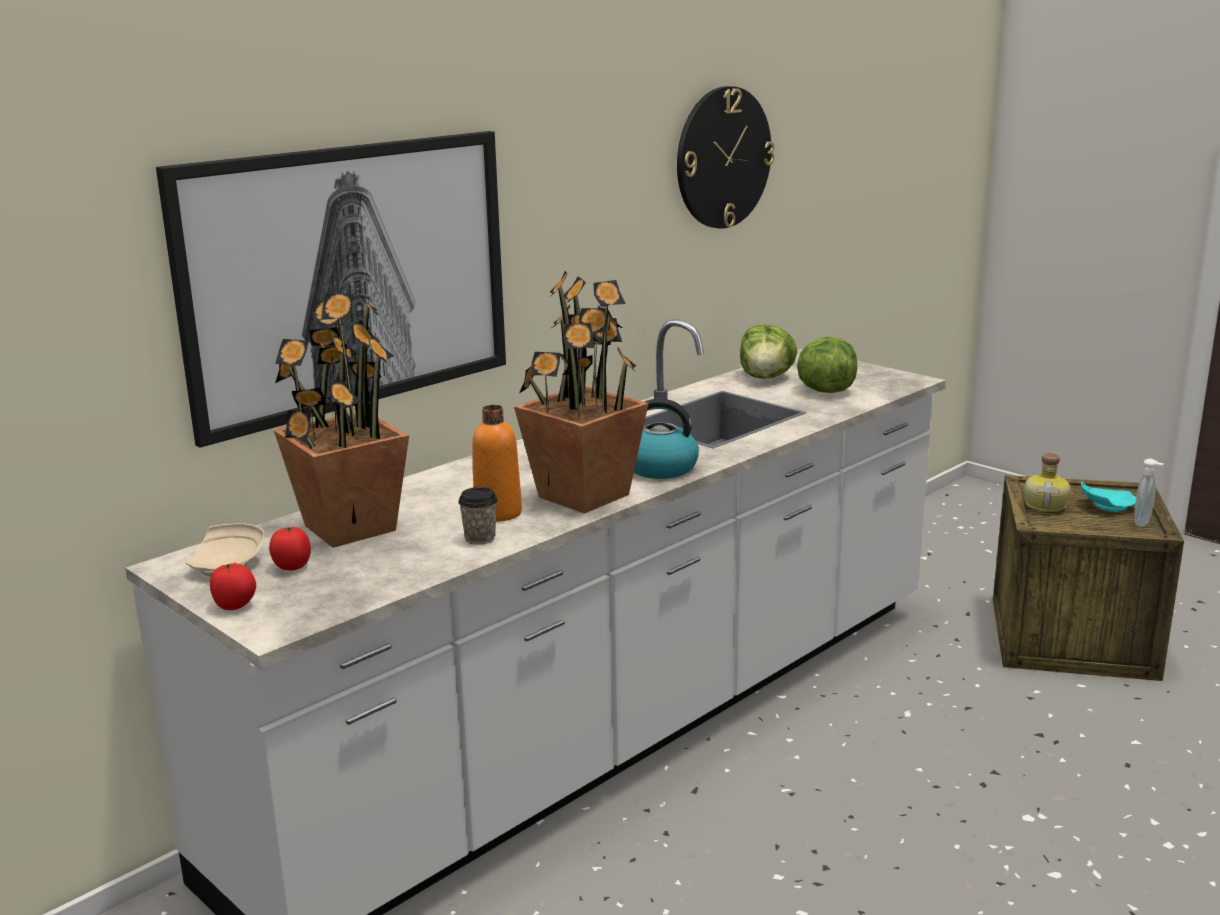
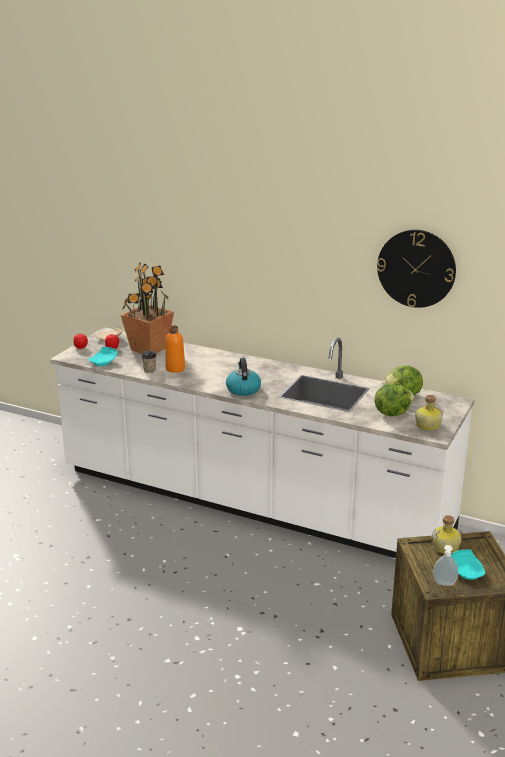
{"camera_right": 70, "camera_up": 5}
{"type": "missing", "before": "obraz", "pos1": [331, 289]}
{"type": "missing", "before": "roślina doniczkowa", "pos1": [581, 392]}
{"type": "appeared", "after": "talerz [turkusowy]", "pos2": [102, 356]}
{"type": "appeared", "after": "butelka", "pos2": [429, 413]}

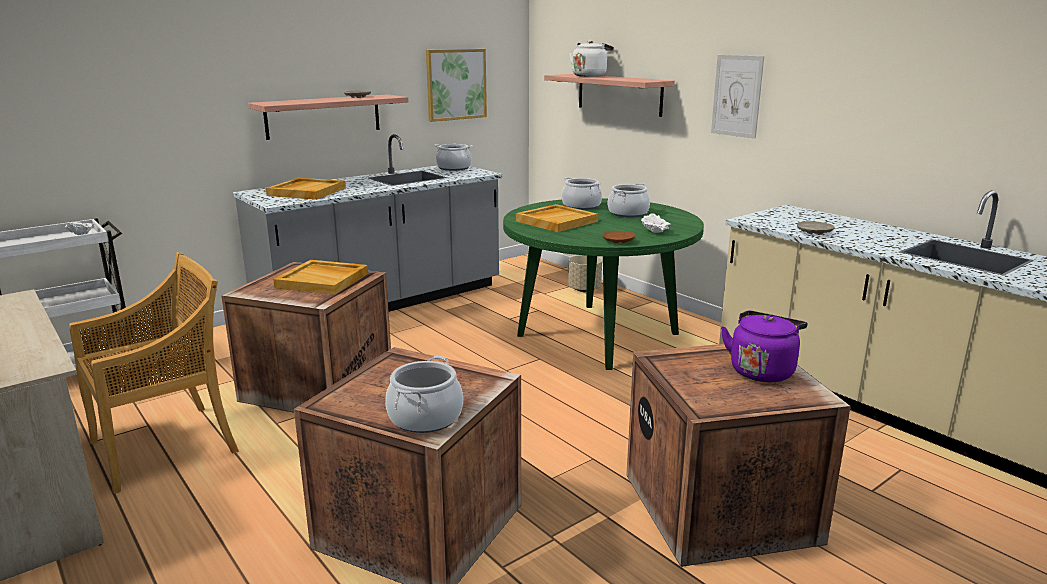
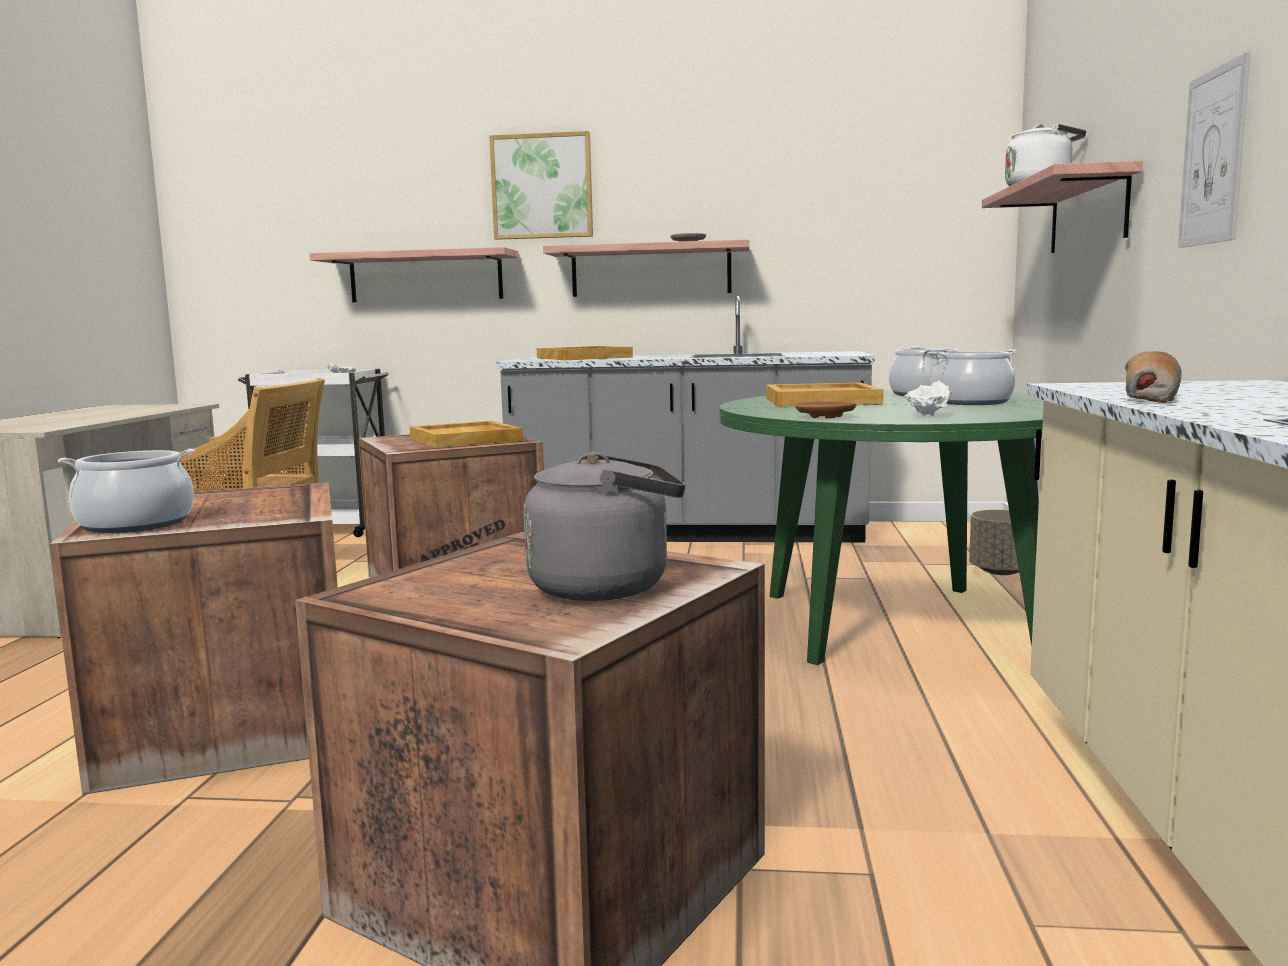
{"camera_right": 45, "camera_up": -10}
{"type": "missing", "before": "garnek", "pos1": [453, 157]}
{"type": "appeared", "after": "półka", "pos2": [413, 274]}
{"type": "relocated", "before": "obraz", "pos1": [456, 85], "pos2": [541, 185]}
{"type": "exchanged", "before": "talerz [beżowy]", "after": "chleb", "pos1": [815, 228], "pos2": [1153, 377]}
{"type": "colour", "before": "czajnik [fioletowy]", "after": "czajnik [szary]", "pos1": [764, 346], "pos2": [604, 526]}

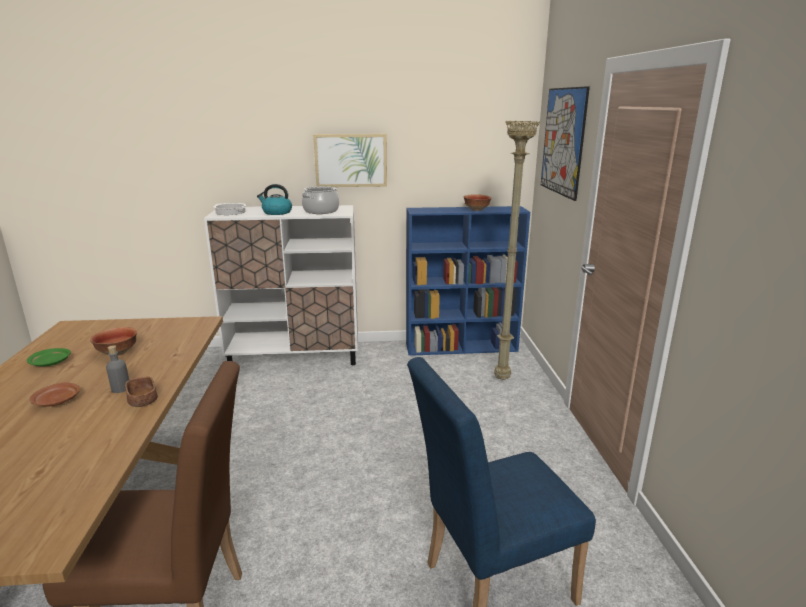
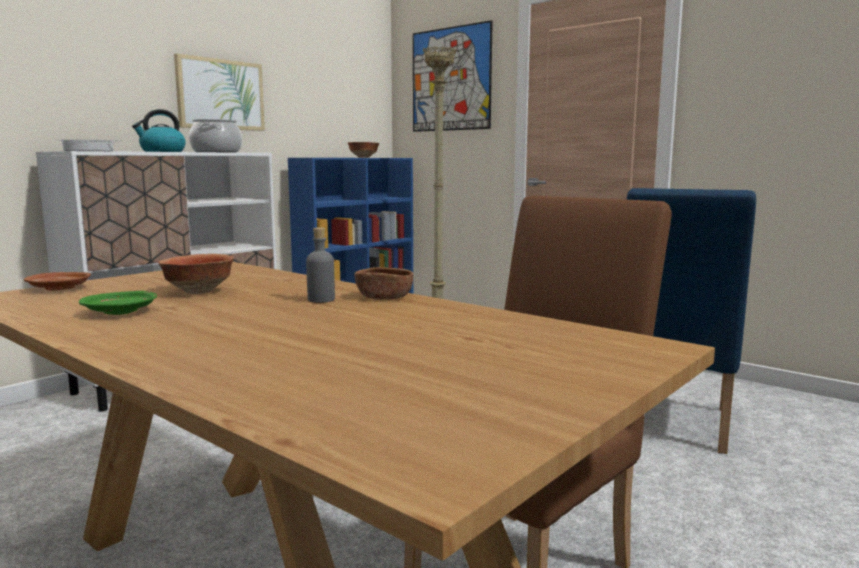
{"camera_right": -45, "camera_up": -10}
{"type": "relocated", "before": "talerz [brązowy]", "pos1": [55, 394], "pos2": [57, 281]}

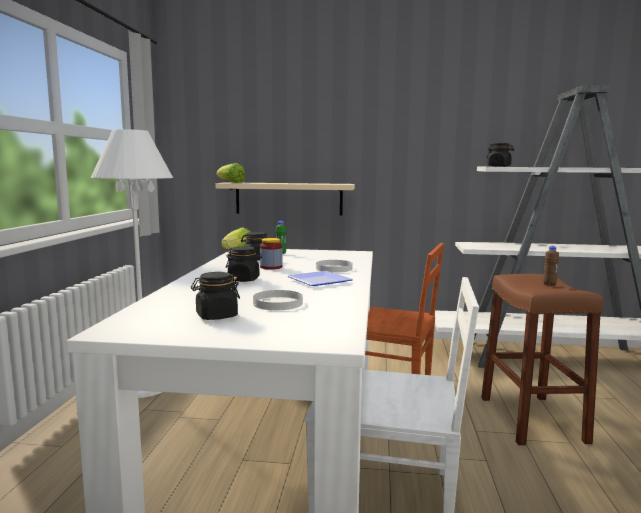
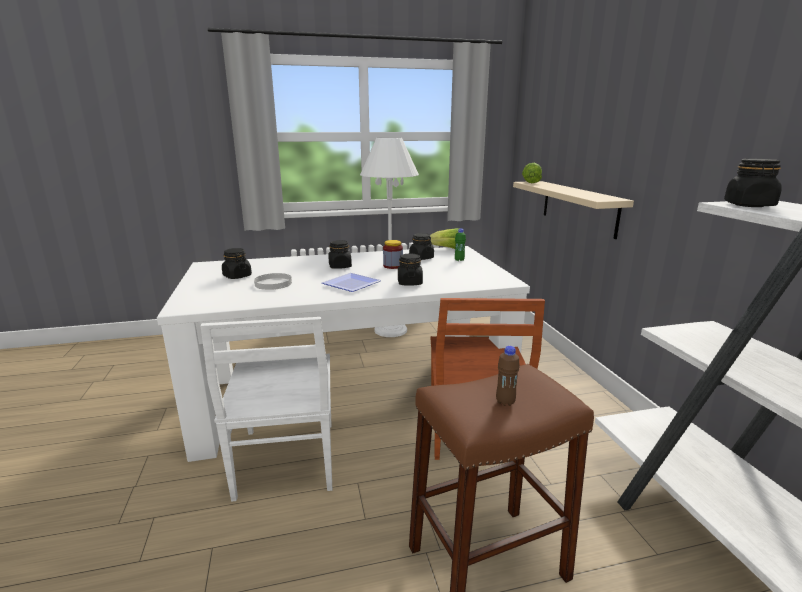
{"camera_right": 70, "camera_up": 10}
{"type": "exchanged", "before": "talerz [biały]", "after": "słoik [czarny]", "pos1": [334, 266], "pos2": [410, 269]}

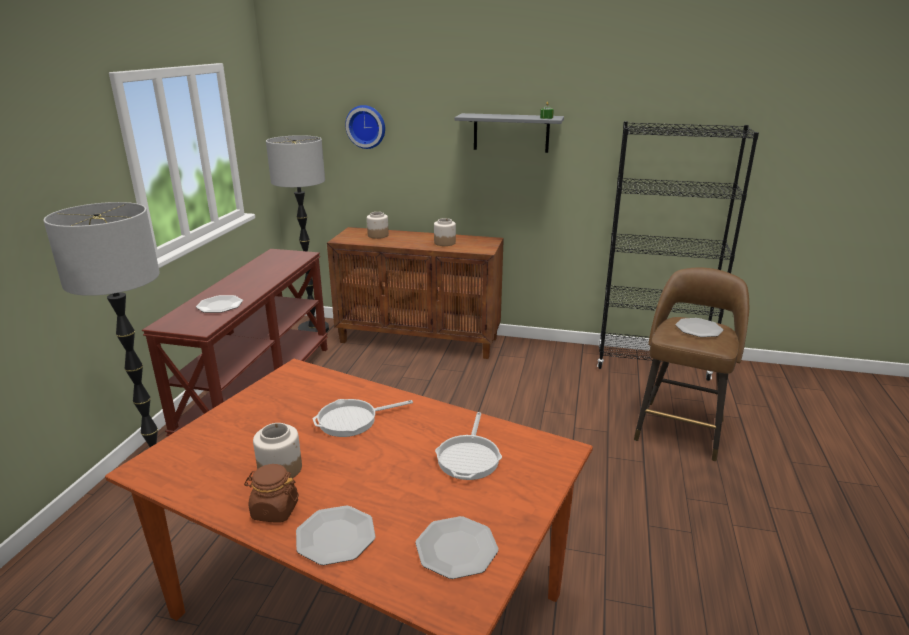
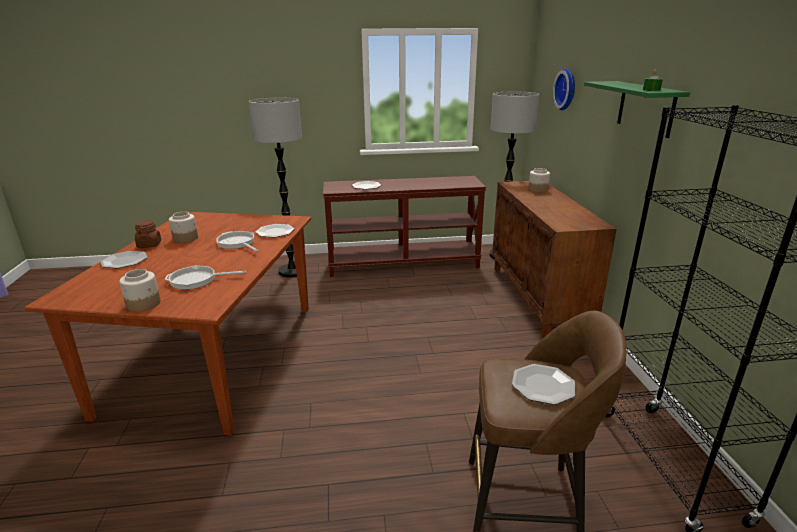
{"camera_right": 70, "camera_up": 0}
{"type": "relocated", "before": "talerz", "pos1": [457, 547], "pos2": [275, 230]}
{"type": "relocated", "before": "słoik", "pos1": [445, 232], "pos2": [140, 290]}
{"type": "colour", "before": "półka [szary]", "after": "półka [zielony]", "pos1": [509, 133], "pos2": [637, 109]}

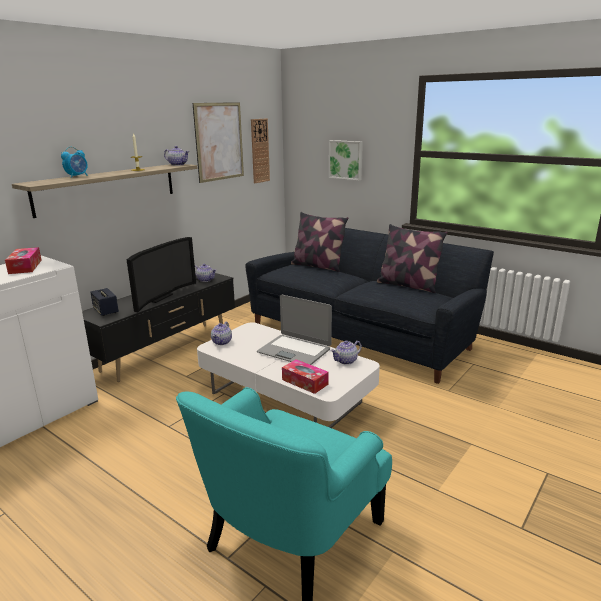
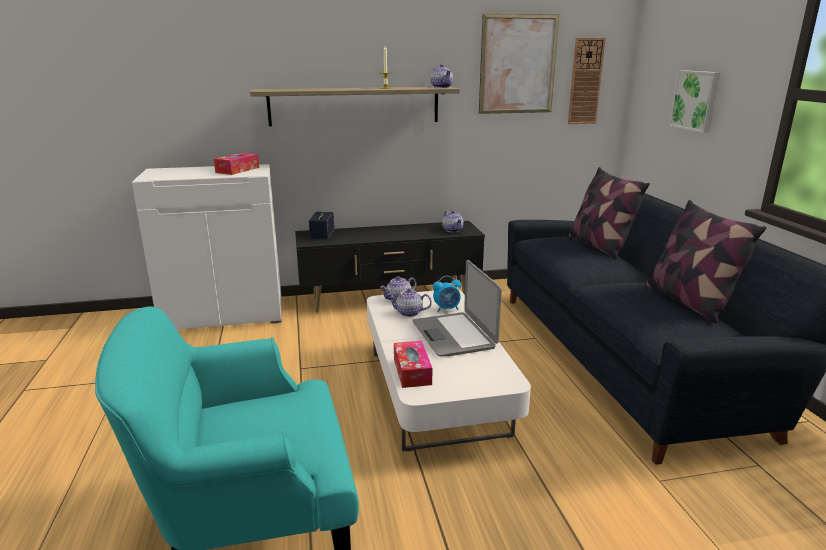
{"camera_right": 40, "camera_up": 0}
{"type": "missing", "before": "telewizor", "pos1": [161, 274]}
{"type": "relocated", "before": "budzik", "pos1": [74, 162], "pos2": [447, 294]}
{"type": "relocated", "before": "imbryk", "pos1": [346, 352], "pos2": [409, 302]}

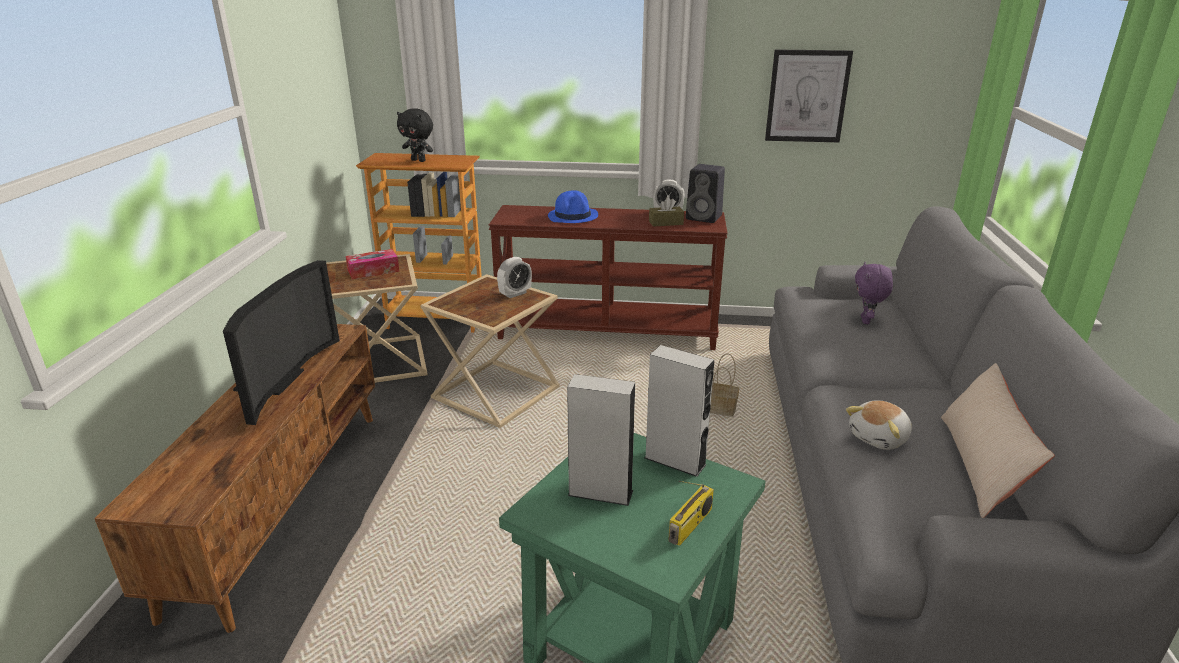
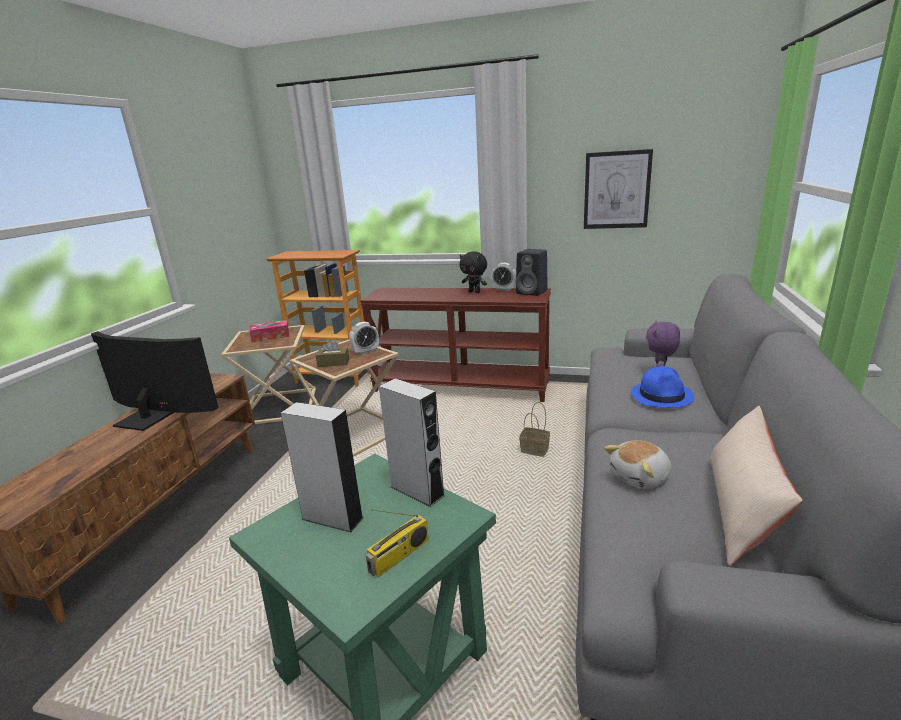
{"camera_right": 10, "camera_up": -5}
{"type": "relocated", "before": "pluszak [czarny]", "pos1": [415, 135], "pos2": [473, 272]}
{"type": "relocated", "before": "kapelusz [niebieski]", "pos1": [573, 206], "pos2": [662, 387]}
{"type": "relocated", "before": "pudełko chusteczek [brązowy]", "pos1": [666, 212], "pos2": [332, 353]}
{"type": "spun", "before": "telewizor", "pos1": [281, 342], "pos2": [155, 381], "turn": -90}

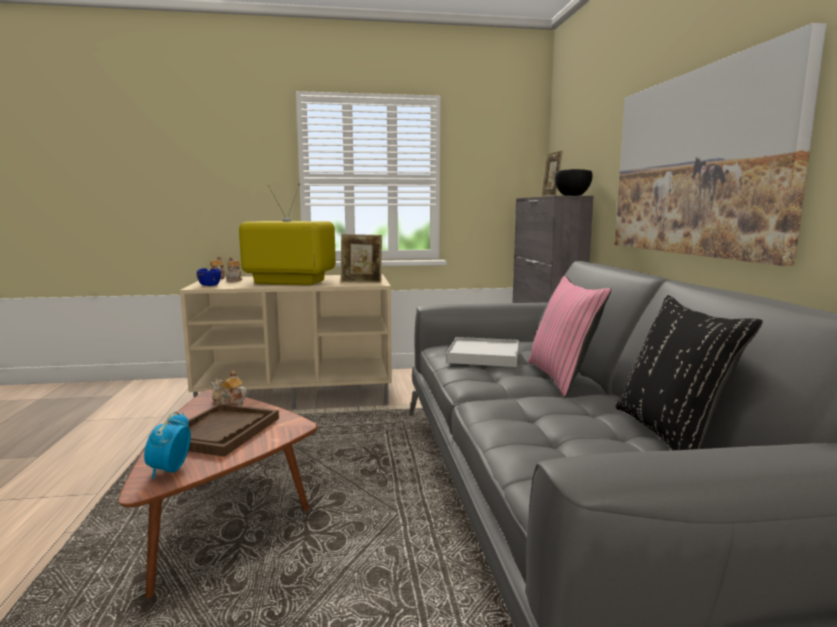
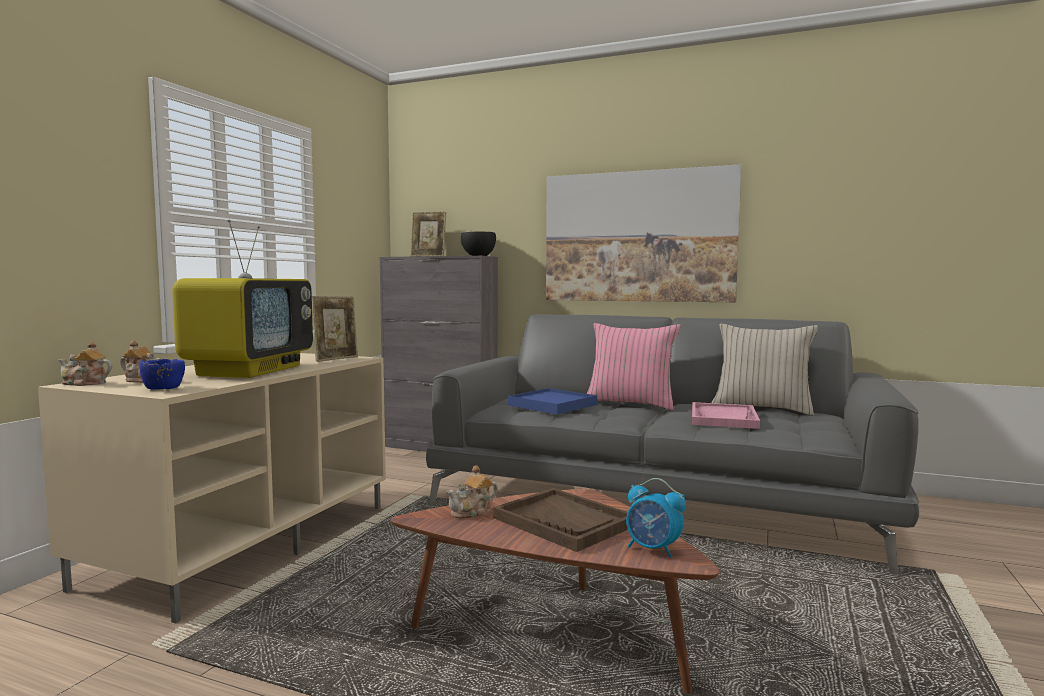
{"camera_right": -60, "camera_up": -5}
{"type": "appeared", "after": "taca [różowy]", "pos2": [726, 415]}
{"type": "colour", "before": "taca [biały]", "after": "taca [niebieski]", "pos1": [482, 352], "pos2": [552, 401]}
{"type": "colour", "before": "poduszka [czarny]", "after": "poduszka [beżowy]", "pos1": [689, 372], "pos2": [765, 370]}
{"type": "spun", "before": "telewizor", "pos1": [287, 234], "pos2": [242, 299], "turn": 150}

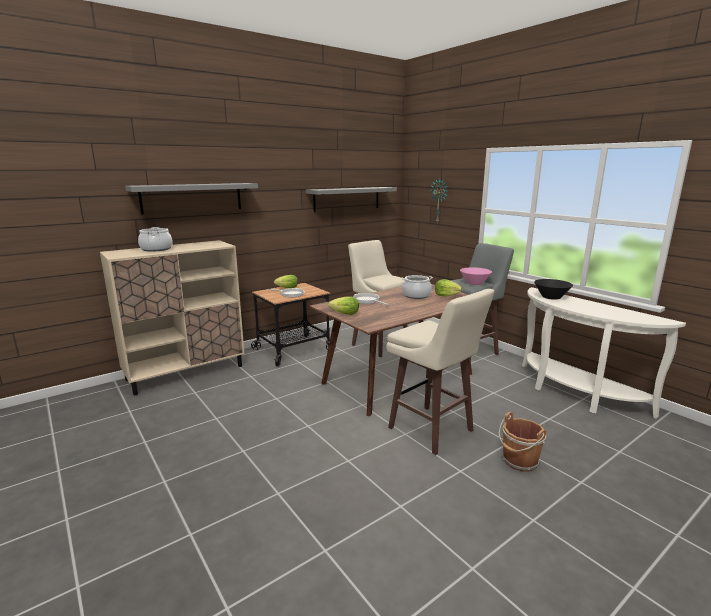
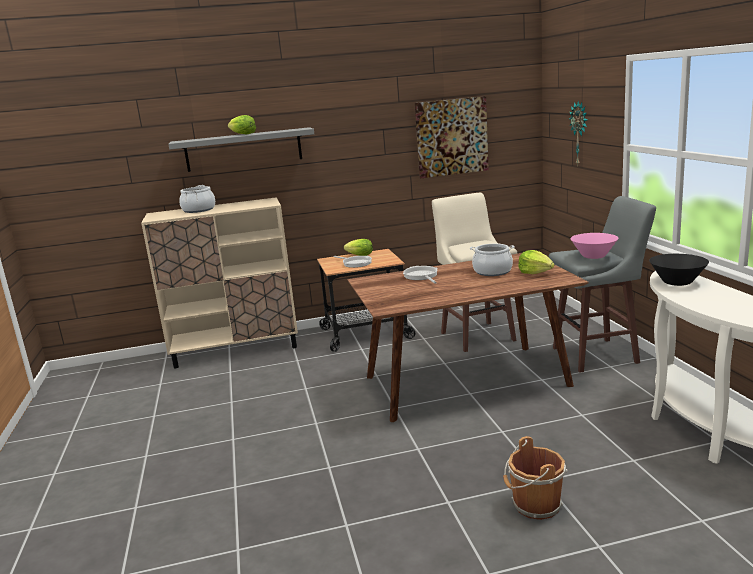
{"camera_right": 25, "camera_up": 0}
{"type": "missing", "before": "stołek [beżowy]", "pos1": [440, 372]}
{"type": "relocated", "before": "sałata", "pos1": [343, 306], "pos2": [242, 124]}
{"type": "exchanged", "before": "półka [szary]", "after": "obraz", "pos1": [351, 199], "pos2": [452, 137]}

